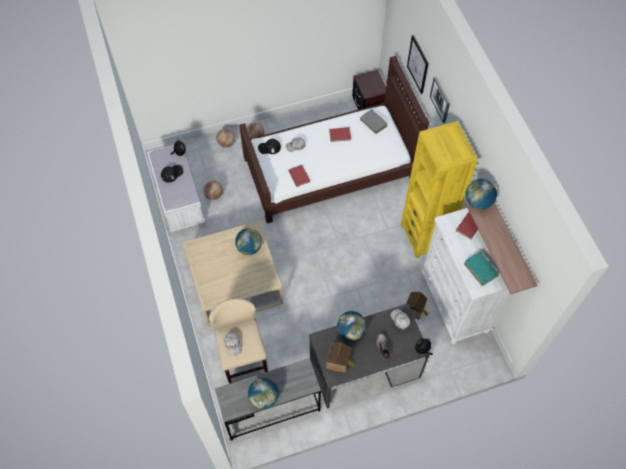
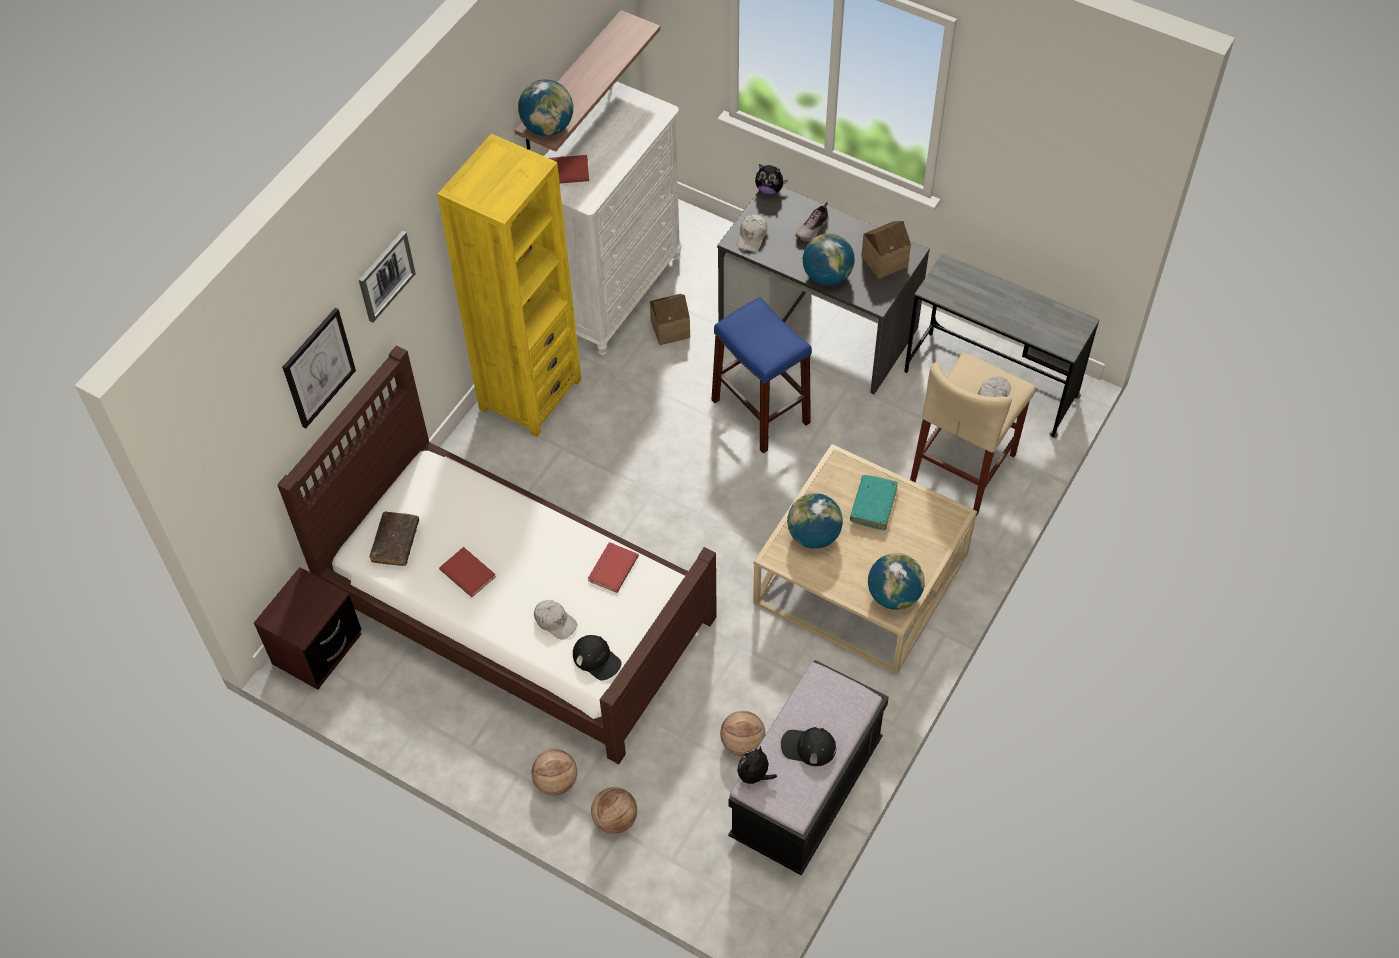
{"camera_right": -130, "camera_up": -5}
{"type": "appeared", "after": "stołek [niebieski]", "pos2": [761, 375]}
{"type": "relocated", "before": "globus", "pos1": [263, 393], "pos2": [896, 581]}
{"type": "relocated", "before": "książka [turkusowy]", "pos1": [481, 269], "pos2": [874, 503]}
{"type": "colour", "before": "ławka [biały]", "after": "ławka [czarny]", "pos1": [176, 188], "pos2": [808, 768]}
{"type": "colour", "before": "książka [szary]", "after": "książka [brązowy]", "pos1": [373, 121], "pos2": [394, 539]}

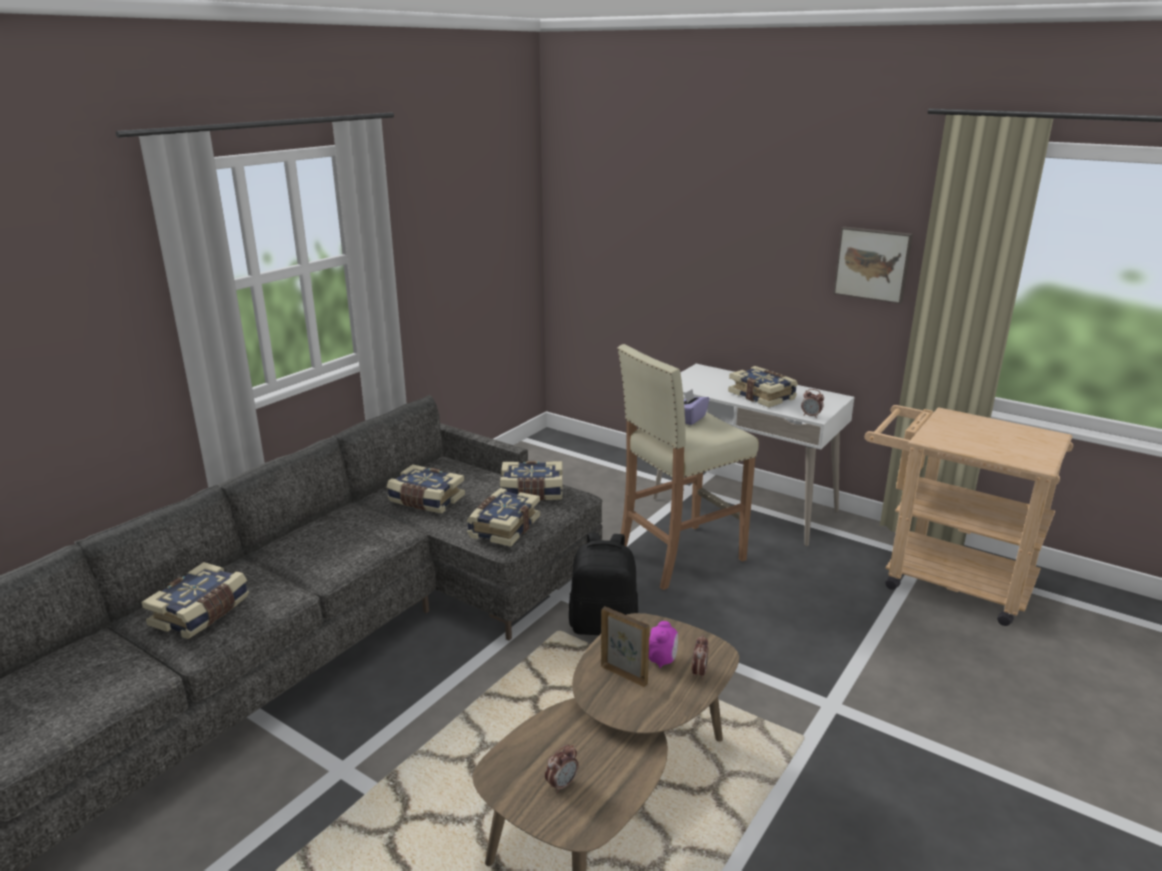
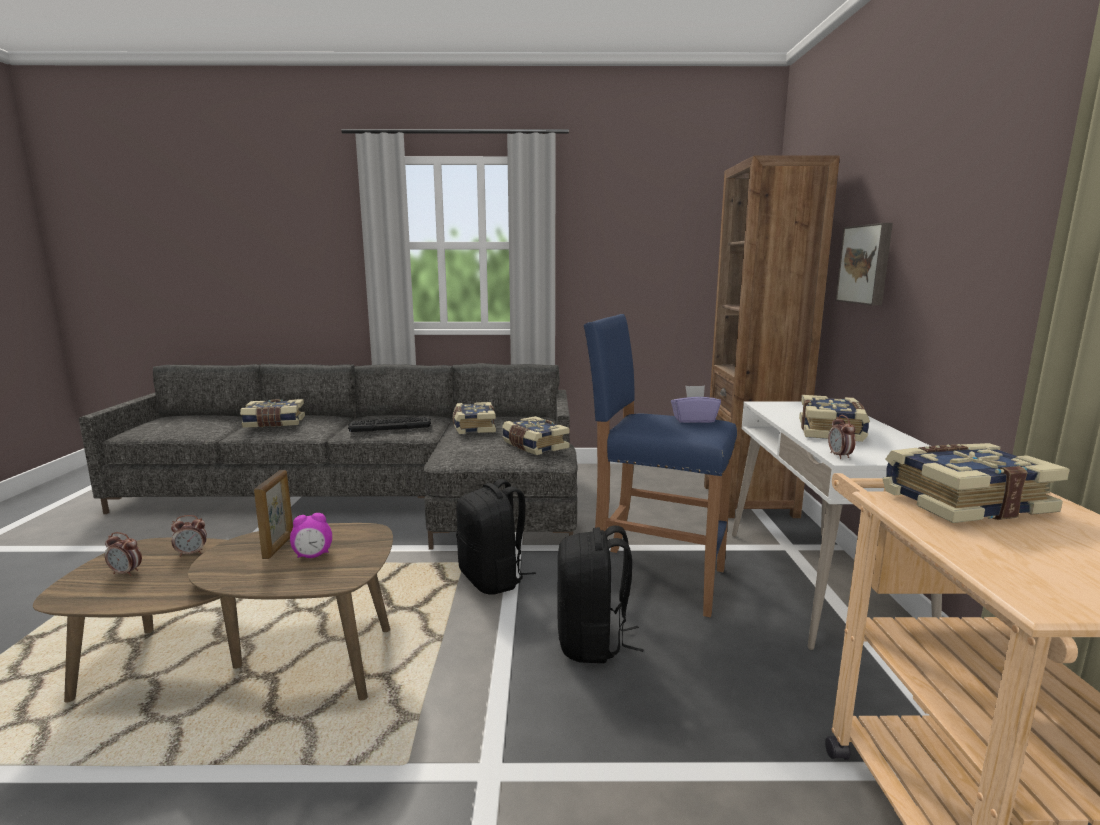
{"camera_right": 55, "camera_up": -10}
{"type": "appeared", "after": "klawiatura", "pos2": [389, 424]}
{"type": "appeared", "after": "plecak [czarny]", "pos2": [600, 594]}
{"type": "appeared", "after": "regał [brązowy]", "pos2": [772, 336]}
{"type": "relocated", "before": "książka", "pos1": [503, 517], "pos2": [976, 483]}
{"type": "relocated", "before": "budzik", "pos1": [700, 657], "pos2": [189, 536]}
{"type": "relocated", "before": "obraz", "pos1": [873, 265], "pos2": [864, 264]}
{"type": "colour", "before": "stołek [beżowy]", "after": "stołek [niebieski]", "pos1": [688, 467], "pos2": [660, 466]}

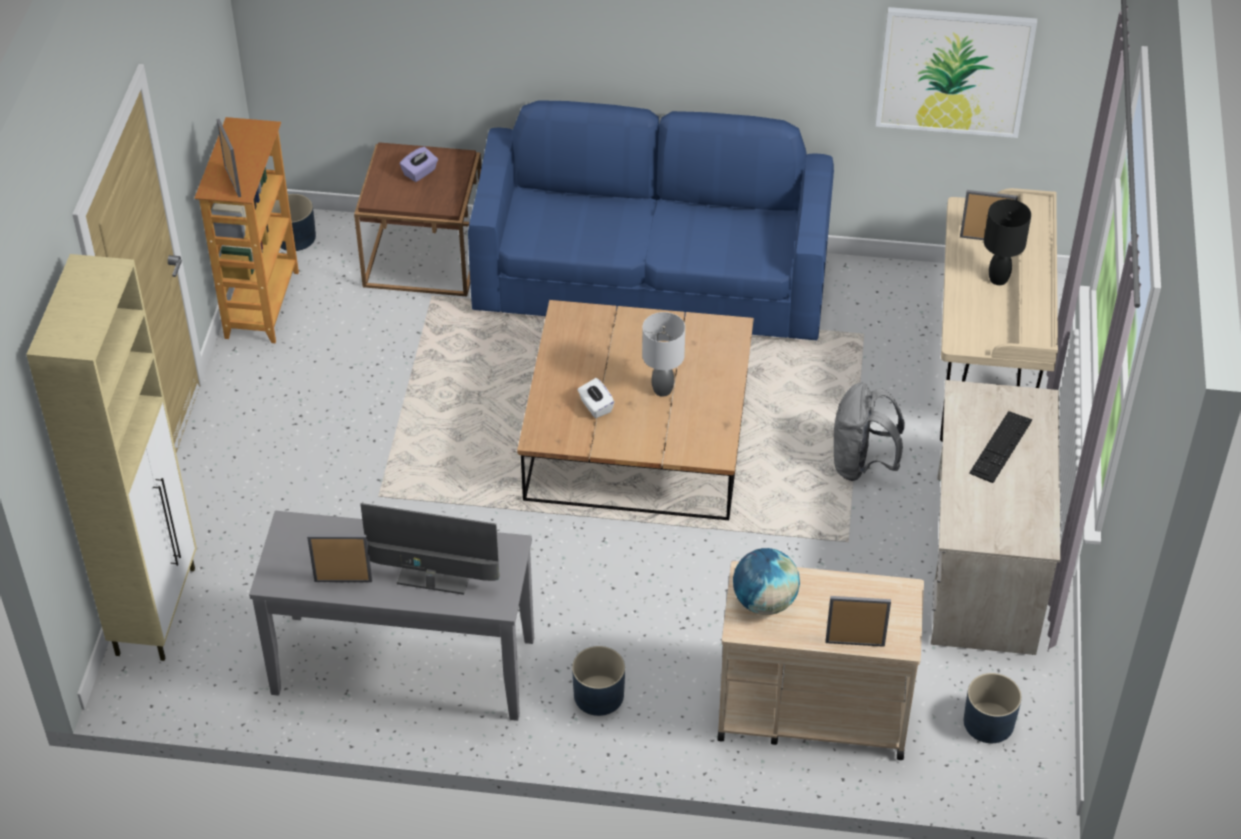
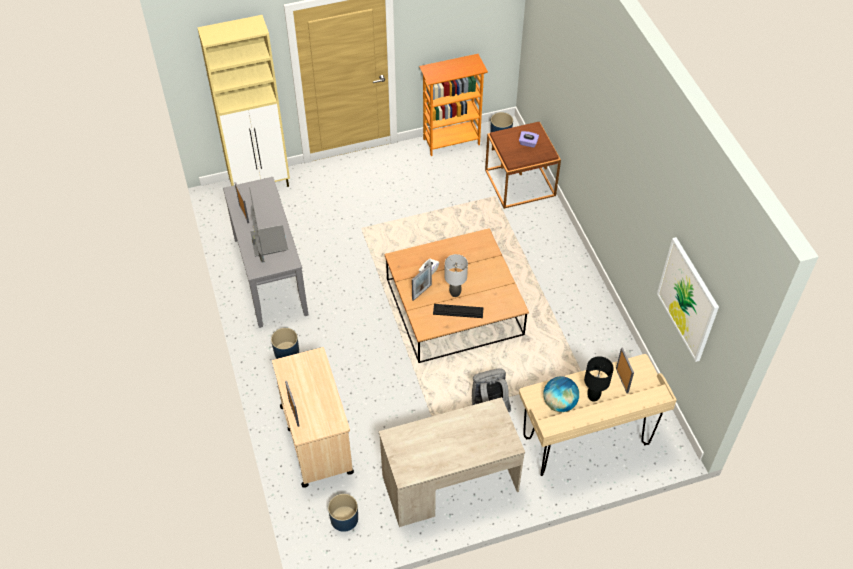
{"camera_right": 65, "camera_up": 5}
{"type": "missing", "before": "kanapa [niebieski]", "pos1": [651, 220]}
{"type": "relocated", "before": "ramka na zdjęcie", "pos1": [229, 158], "pos2": [422, 282]}
{"type": "relocated", "before": "globus", "pos1": [766, 581], "pos2": [561, 394]}
{"type": "relocated", "before": "klawiatura", "pos1": [1000, 447], "pos2": [458, 311]}

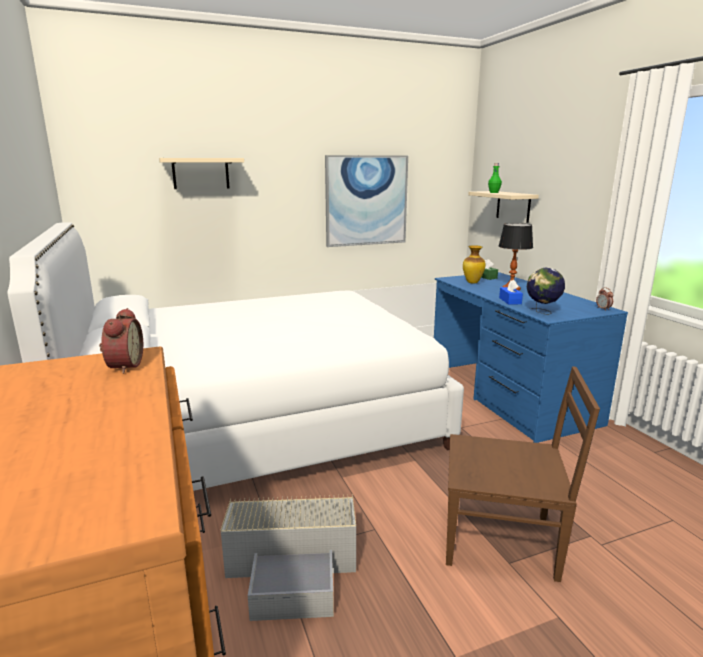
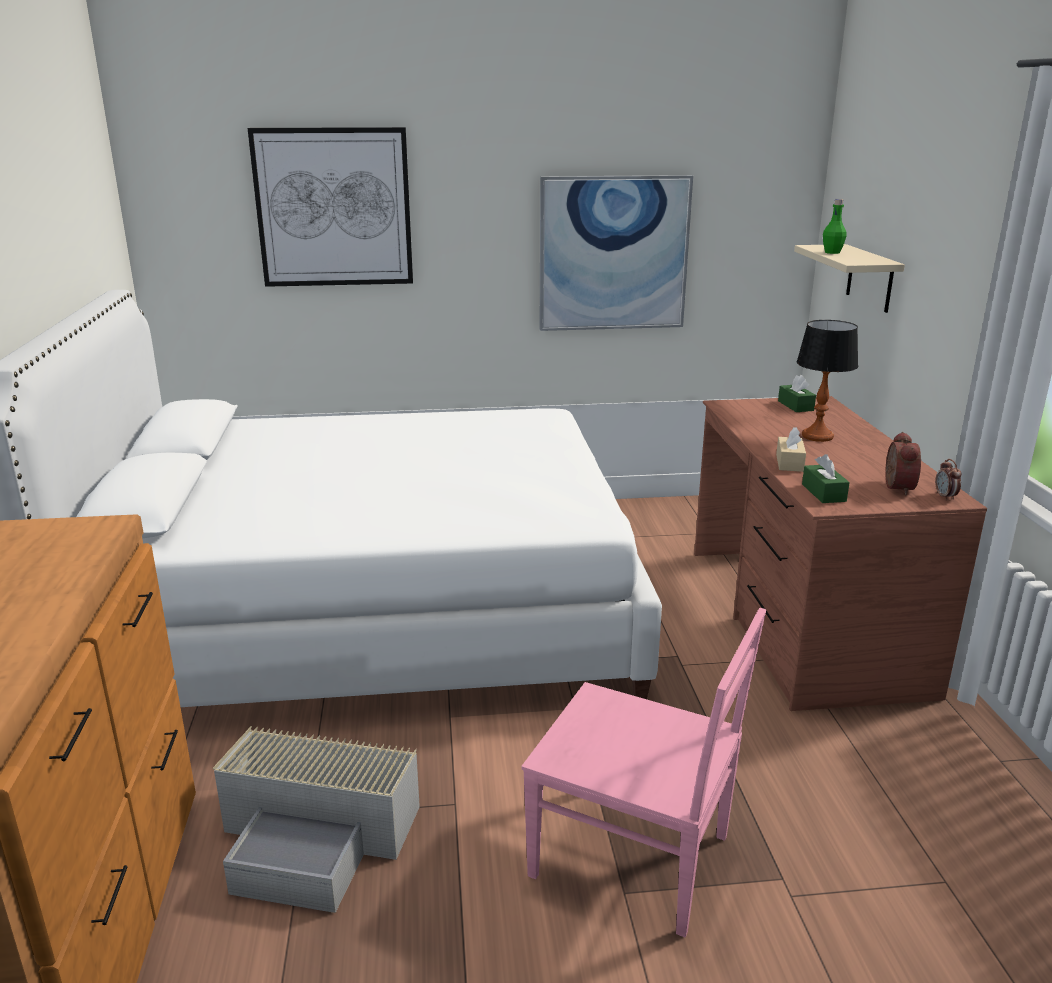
{"camera_right": 15, "camera_up": 5}
{"type": "missing", "before": "wazon", "pos1": [474, 264]}
{"type": "relocated", "before": "budzik", "pos1": [121, 341], "pos2": [903, 463]}
{"type": "exchanged", "before": "półka [beżowy]", "after": "obraz", "pos1": [201, 173], "pos2": [330, 207]}
{"type": "exchanged", "before": "globus", "after": "pudełko chusteczek [zielony]", "pos1": [546, 291], "pos2": [826, 478]}
{"type": "colour", "before": "biurko [niebieski]", "after": "biurko [brązowy]", "pos1": [531, 357], "pos2": [840, 553]}
{"type": "colour", "before": "krzesło [brązowy]", "after": "krzesło [różowy]", "pos1": [523, 474], "pos2": [644, 772]}
{"type": "colour", "before": "pudełko chusteczek [niebieski]", "after": "pudełko chusteczek [beżowy]", "pos1": [511, 292], "pos2": [791, 449]}

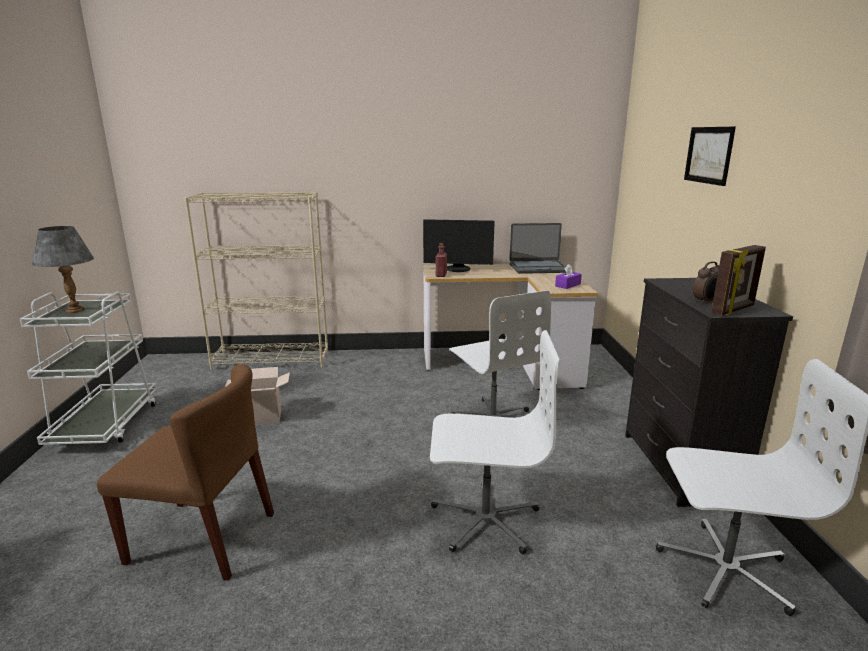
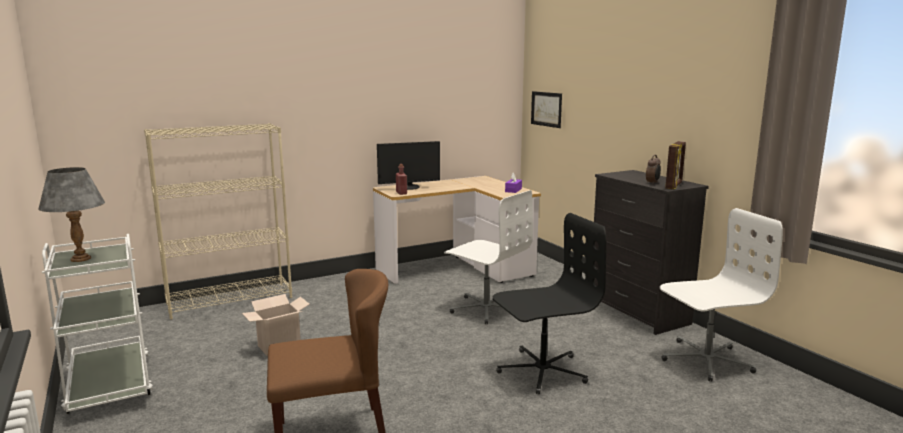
{"camera_right": -25, "camera_up": -5}
{"type": "missing", "before": "laptop", "pos1": [537, 248]}
{"type": "relocated", "before": "obraz", "pos1": [710, 156], "pos2": [546, 109]}
{"type": "colour", "before": "krzesło biurowe [biały]", "after": "krzesło biurowe [czarny]", "pos1": [494, 442], "pos2": [549, 303]}

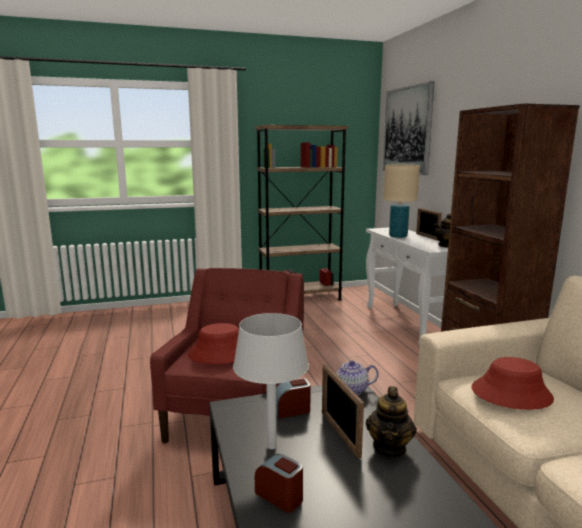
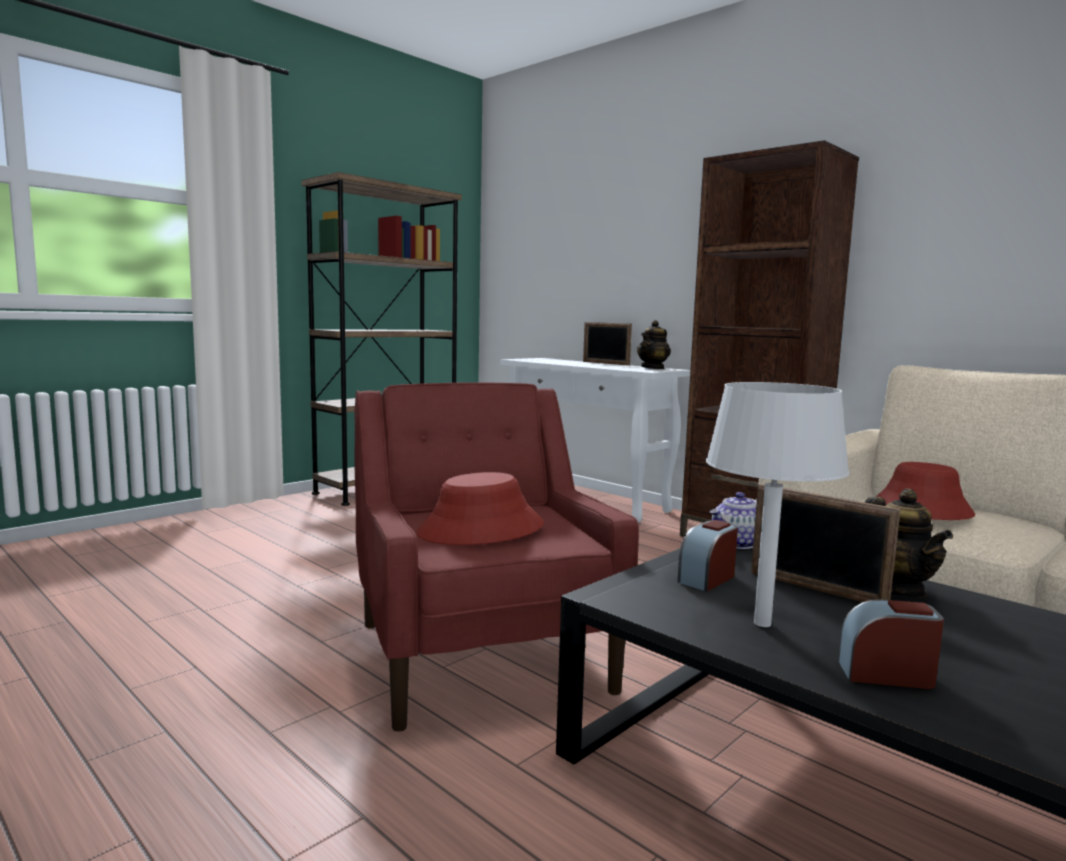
{"camera_right": -30, "camera_up": -5}
{"type": "missing", "before": "obraz", "pos1": [409, 128]}
{"type": "missing", "before": "lampa stołowa [beżowy]", "pos1": [402, 201]}

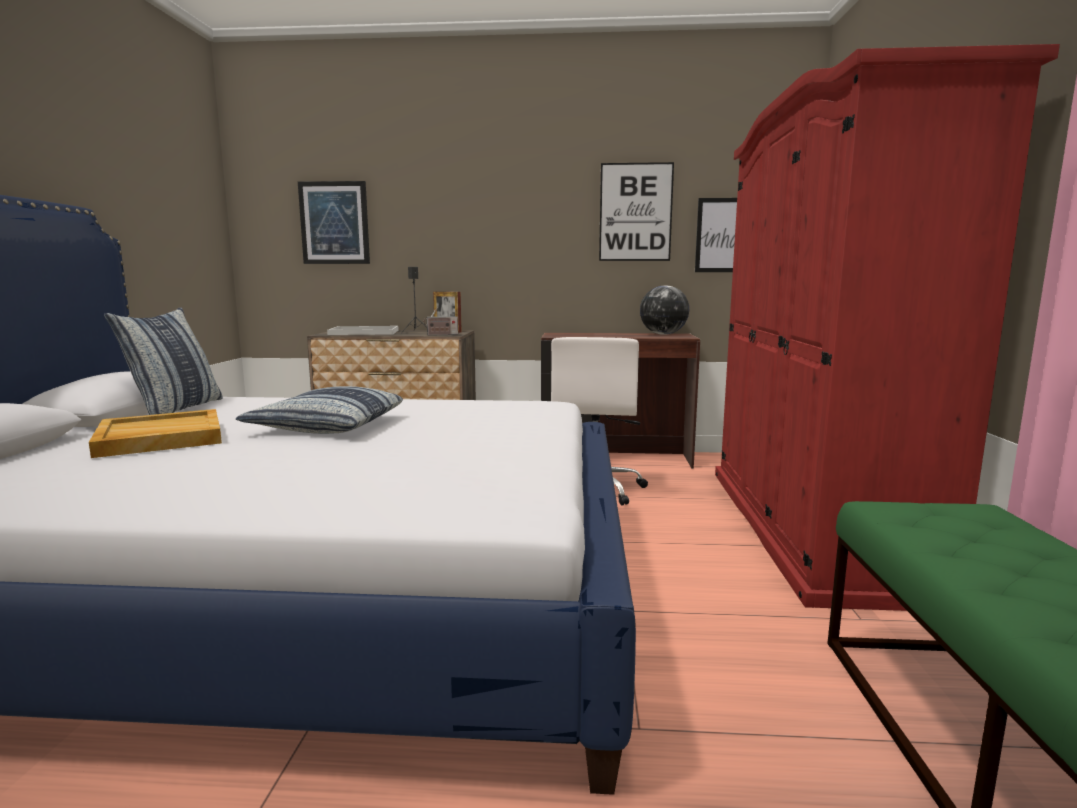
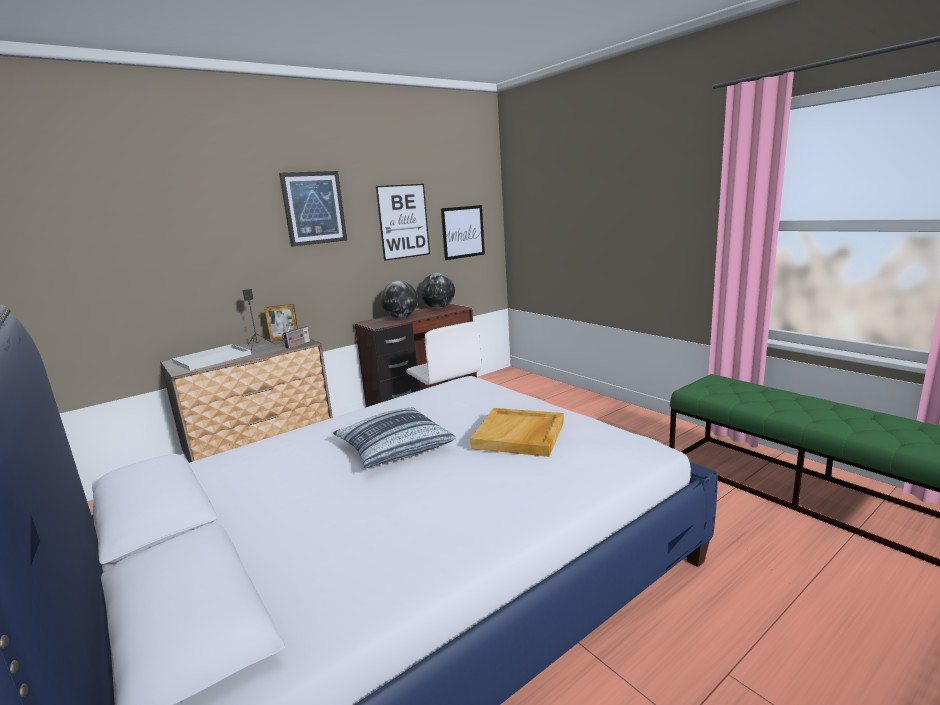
{"camera_right": -40, "camera_up": 5}
{"type": "missing", "before": "poduszka", "pos1": [163, 361]}
{"type": "missing", "before": "szafa [czerwony]", "pos1": [887, 327]}
{"type": "appeared", "after": "globus", "pos2": [399, 299]}
{"type": "relocated", "before": "taca [beżowy]", "pos1": [155, 433], "pos2": [517, 432]}
{"type": "relocated", "before": "obraz", "pos1": [334, 222], "pos2": [313, 209]}

